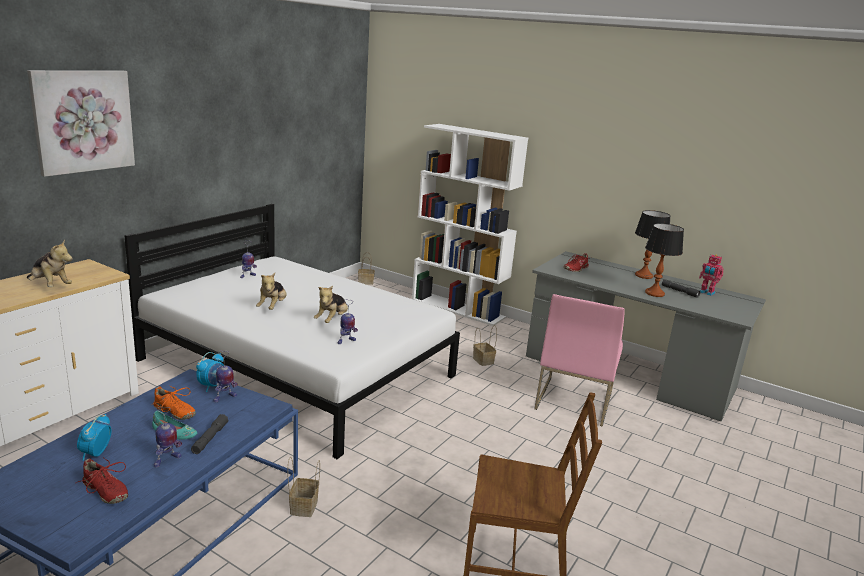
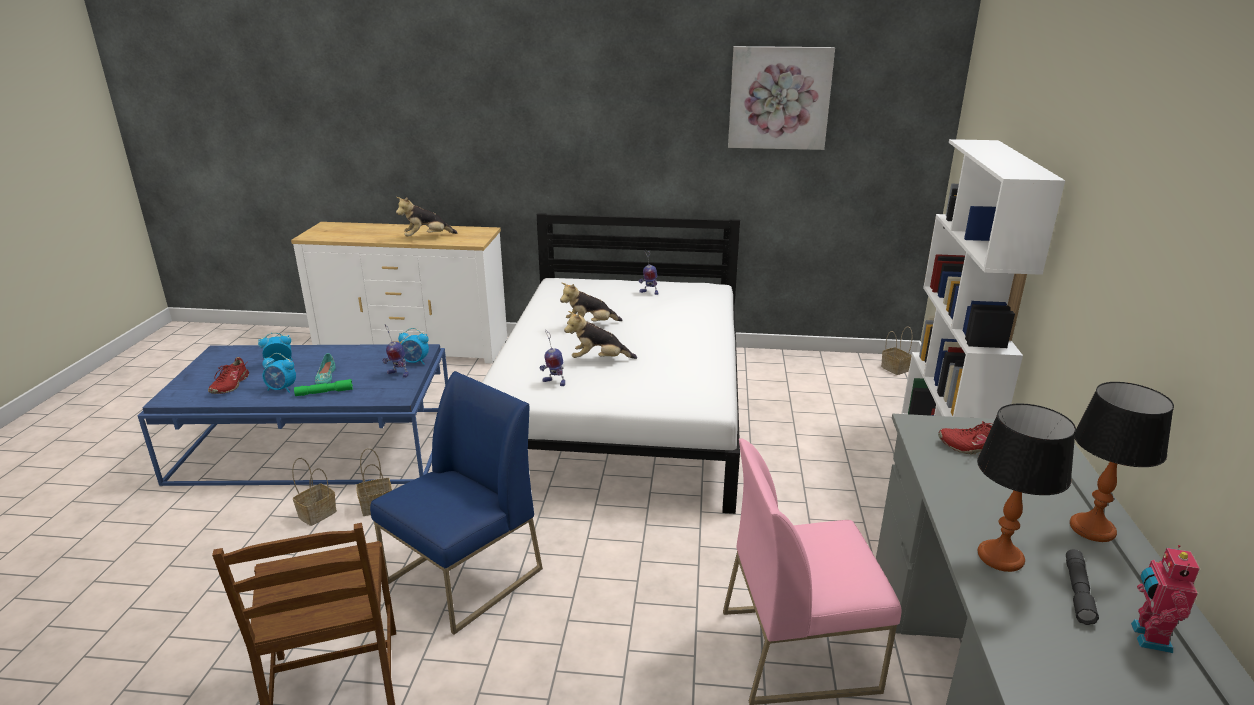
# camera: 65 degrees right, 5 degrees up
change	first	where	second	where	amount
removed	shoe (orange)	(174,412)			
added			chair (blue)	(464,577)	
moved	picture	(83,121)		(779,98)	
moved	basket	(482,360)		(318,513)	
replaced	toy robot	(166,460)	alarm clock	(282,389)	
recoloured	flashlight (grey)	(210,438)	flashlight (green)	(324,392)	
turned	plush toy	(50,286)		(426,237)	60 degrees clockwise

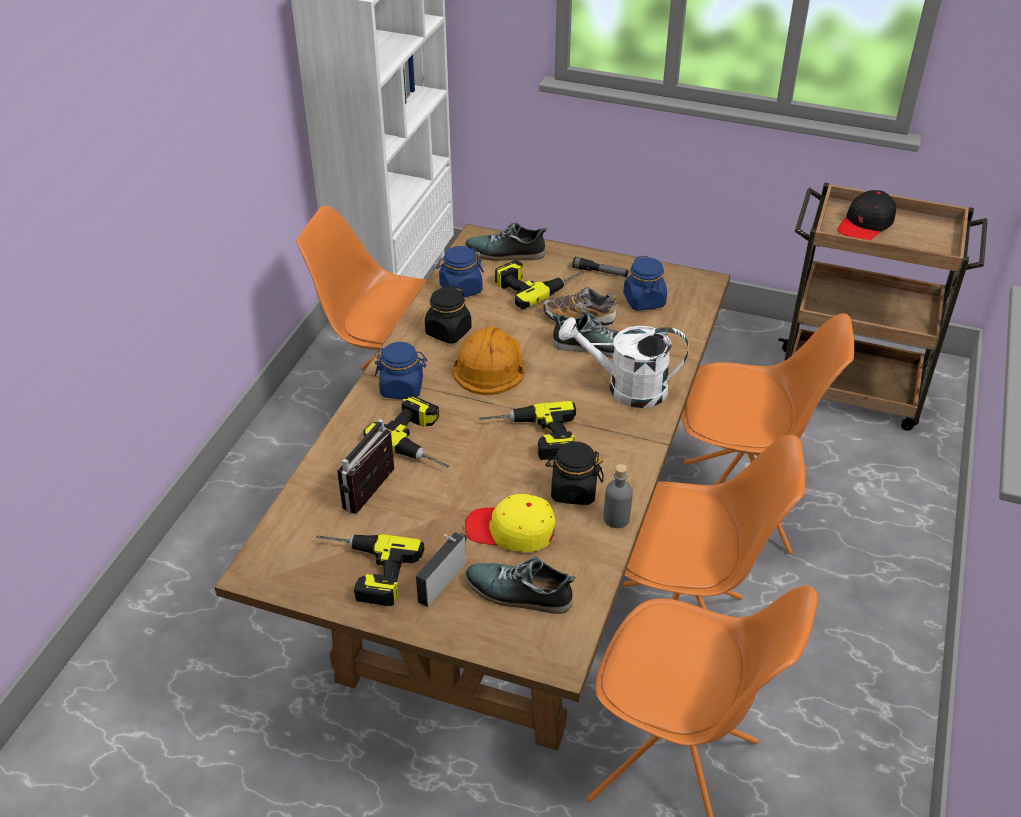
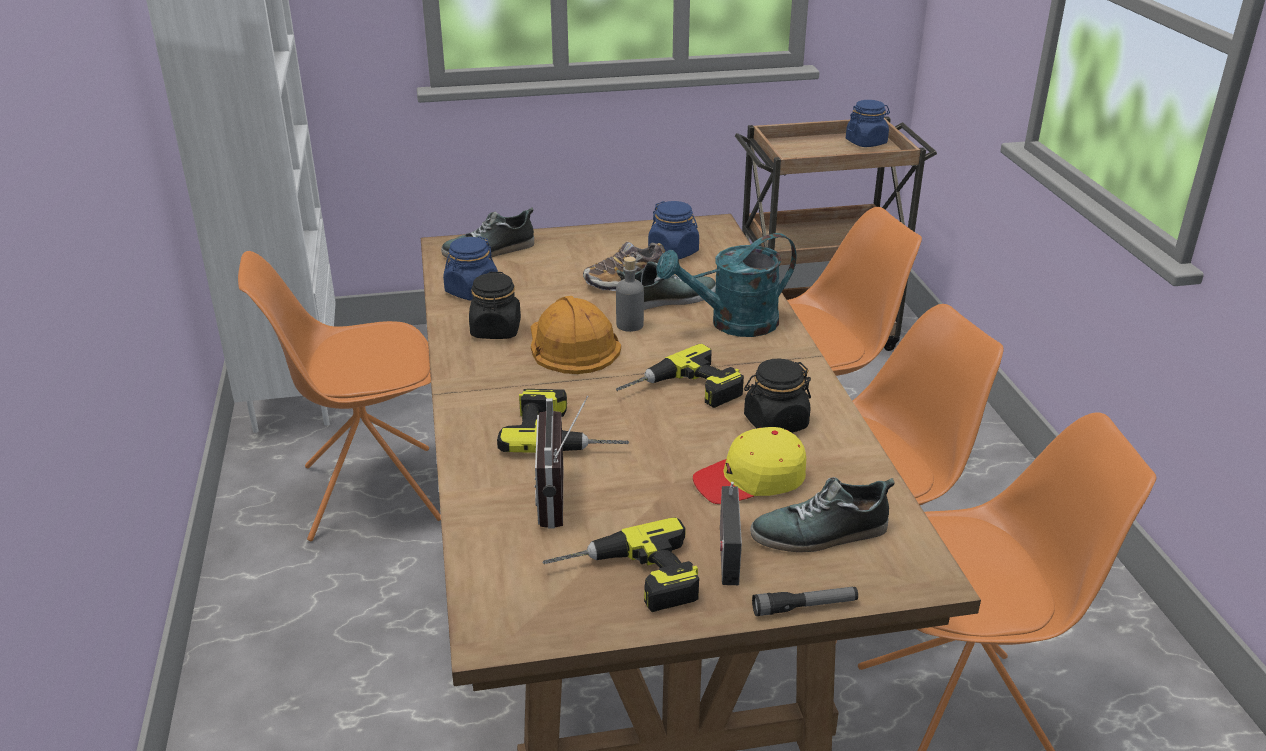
# camera: 30 degrees left, 10 degrees down
change	first	where	second	where	amount
removed	power drill	(537,284)			
removed	cap (black)	(865,225)			
moved	jar (blue)	(402,388)		(866,142)	
moved	flashlight	(600,272)		(804,607)	
moved	bottle (grey)	(616,518)		(629,325)	
recoloured	watering can (white)	(626,388)	watering can (turquoise)	(732,324)	

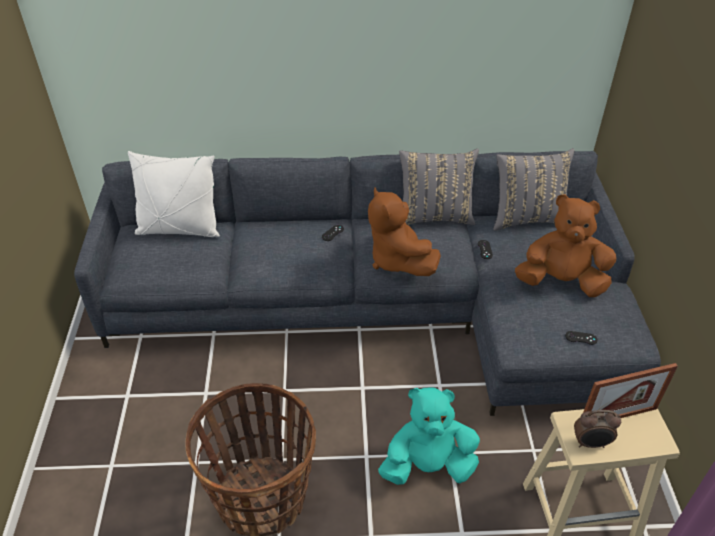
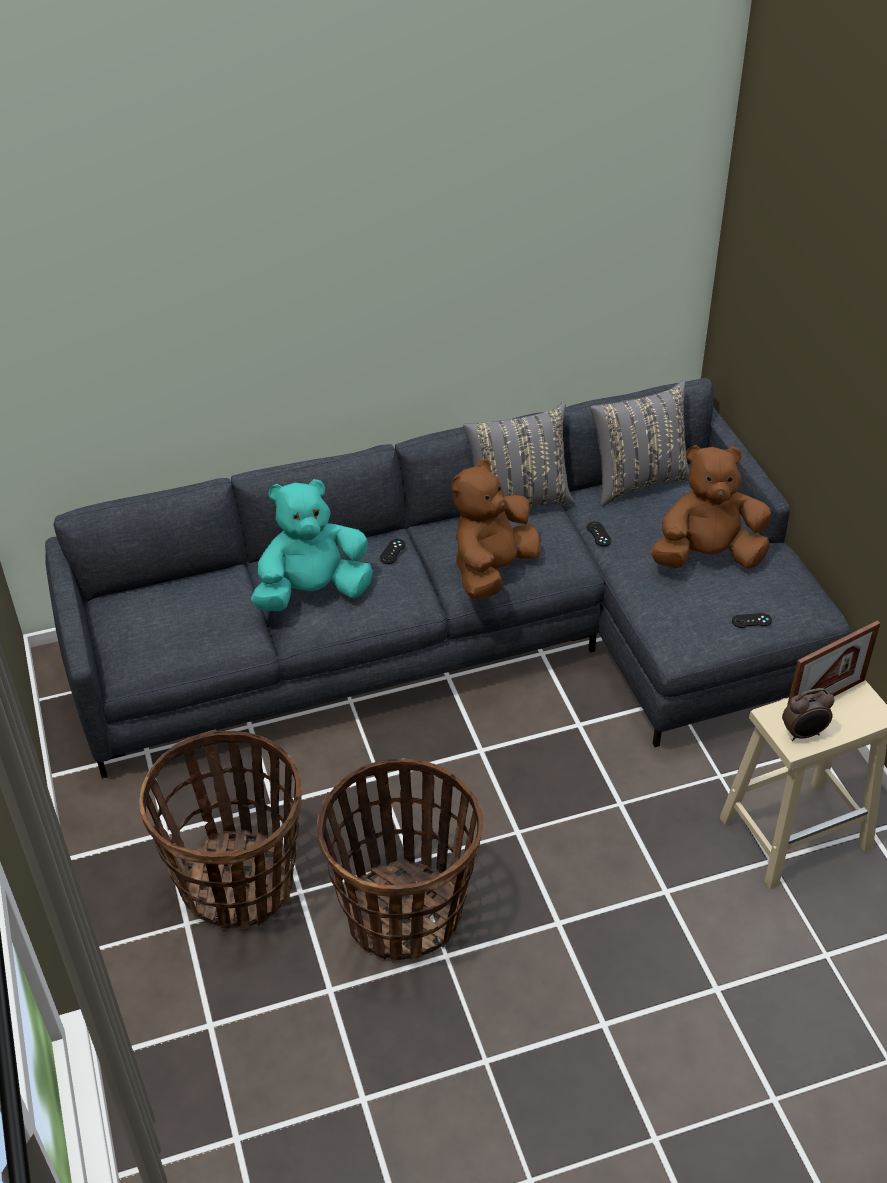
# camera: 15 degrees left, 0 degrees up
change	first	where	second	where	amount
removed	pillow (white)	(179,229)			
added			basket	(238,883)	
moved	plush toy (turquoise)	(428,465)		(313,592)	
turned	plush toy (brown)	(397,260)		(492,570)	75 degrees clockwise

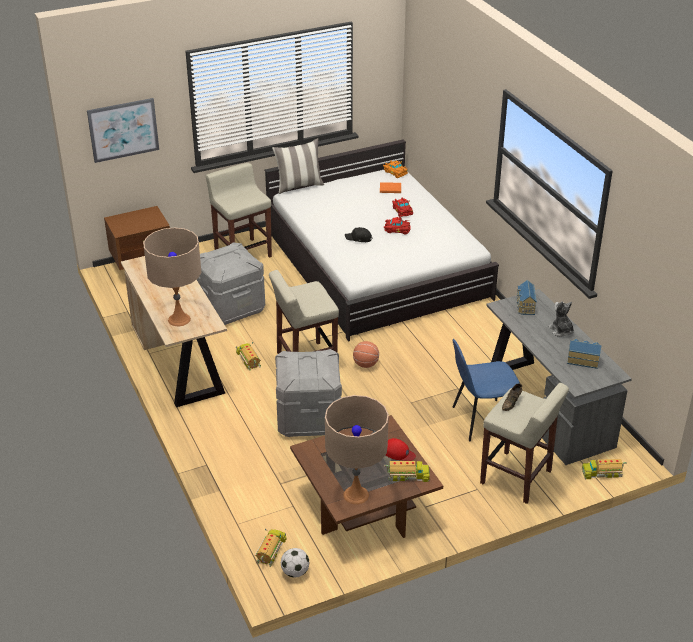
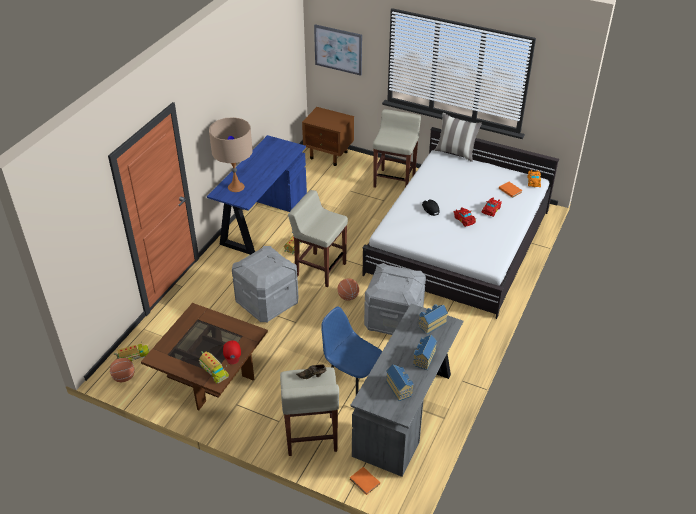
# camera: 50 degrees right, 5 degrees up
change	first	where	second	where	amount
removed	table lamp (beige)	(356,495)			
moved	storage box (grey)	(231,307)		(394,319)	
replaced	football	(295,572)	basketball	(124,377)	
replaced	plush toy	(561,330)	toy house	(423,358)	
replaced	toy truck	(602,472)	book (orange)	(365,482)	
recoloured	desk (beige)	(178,360)	desk (blue)	(262,219)	

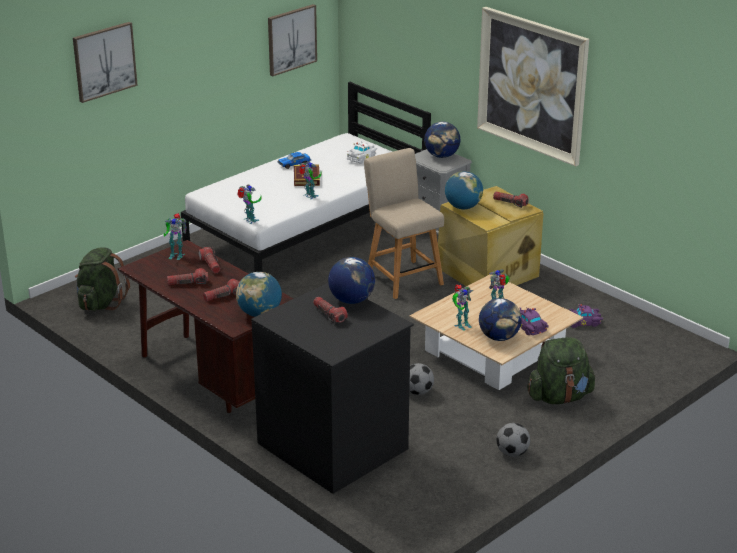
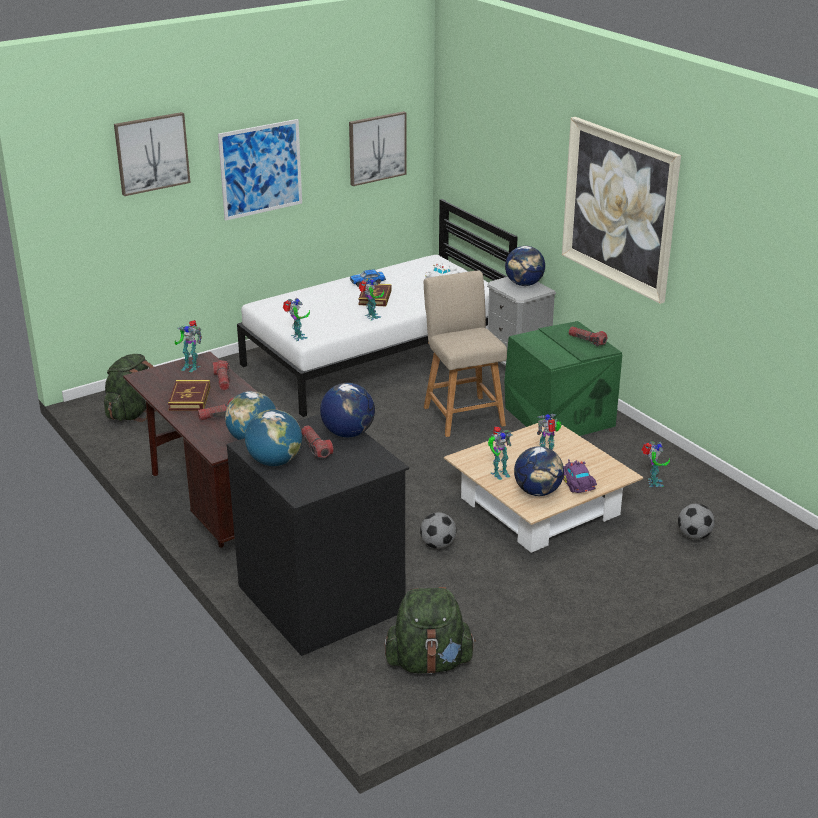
# camera: 10 degrees right, 0 degrees up
change	first	where	second	where	amount
added			picture	(261,169)	
moved	globe	(463,207)		(274,462)	
moved	football	(512,453)		(694,536)	
moved	backpack (green)	(559,397)		(429,662)	
replaced	flashlight	(188,283)	book	(189,398)	
replaced	toy car (purple)	(584,322)	toy robot	(653,483)	
recoloured	storage box (beige)	(488,273)	storage box (green)	(559,417)	

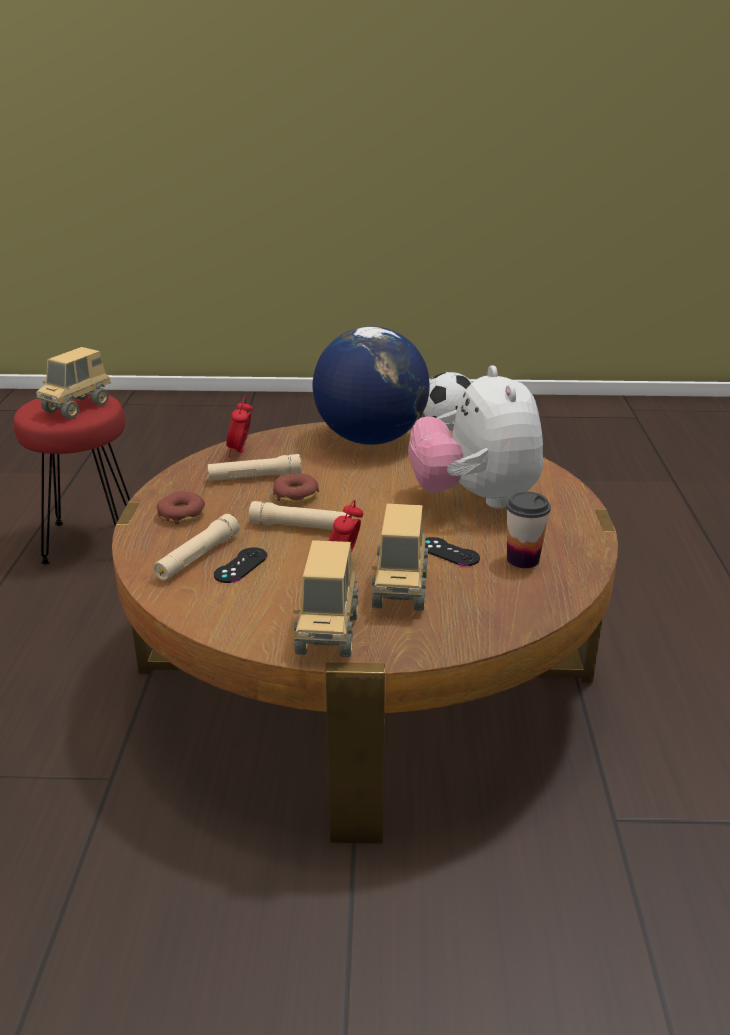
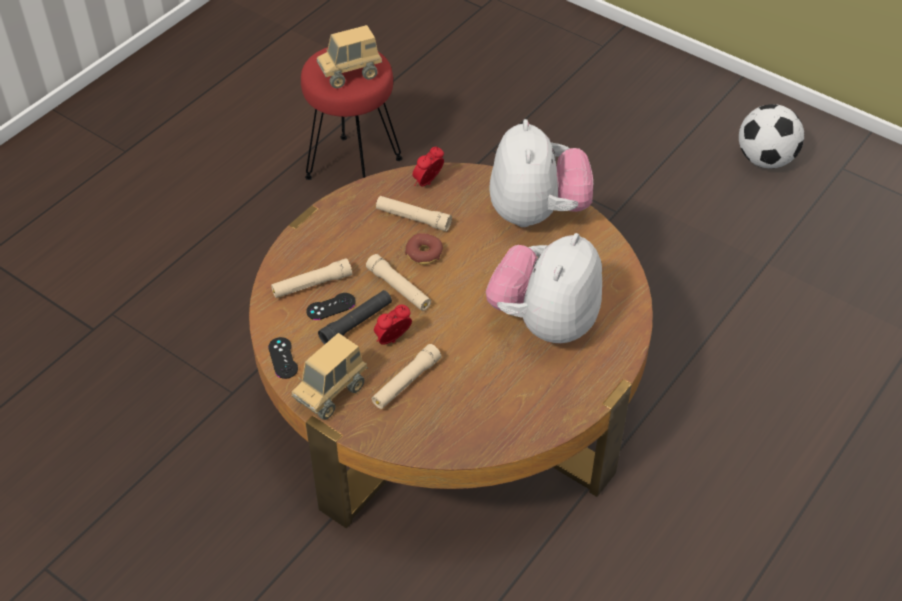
# camera: 35 degrees right, 20 degrees up
change	first	where	second	where	amount
removed	donut	(182,514)			
removed	cup	(523,559)			
added			flashlight (black)	(356,323)	
moved	game controller (black)	(449,552)		(283,358)	
replaced	globe	(370,439)	plush toy	(537,213)	
replaced	toy truck	(400,590)	flashlight (beige)	(406,382)	

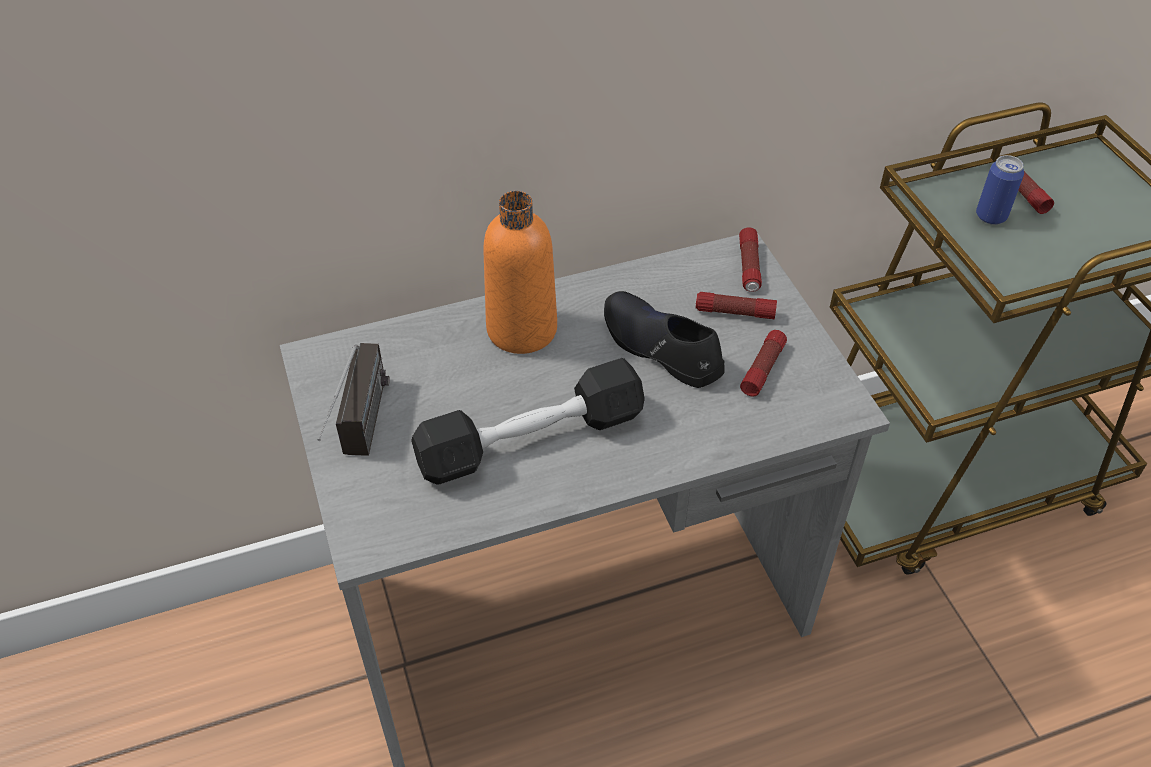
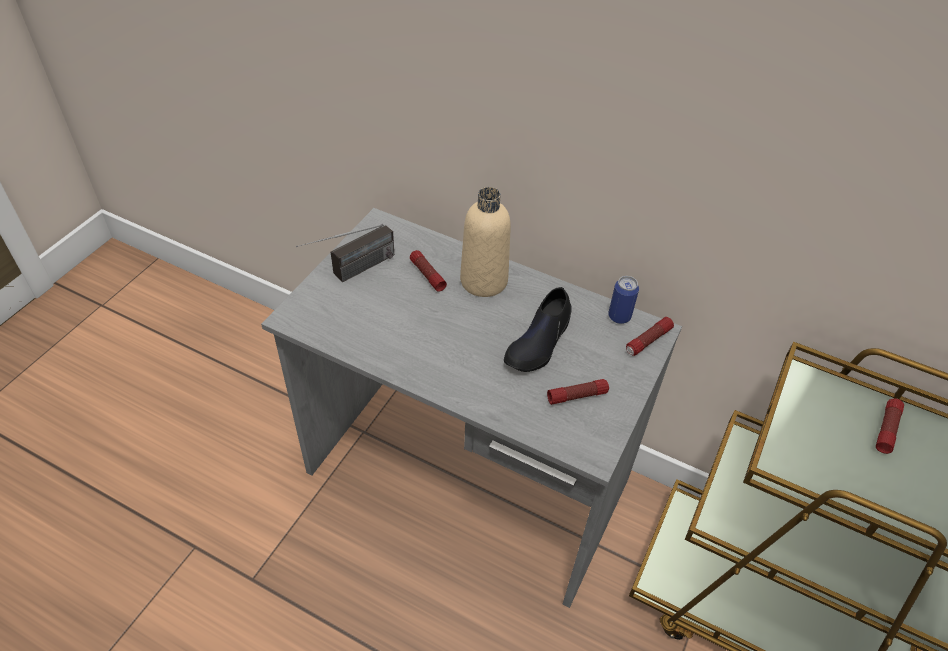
# camera: 45 degrees right, 0 degrees up
change	first	where	second	where	amount
removed	dumbbell (black)	(531,440)			
moved	flashlight	(735,312)		(427,275)	
moved	can	(991,216)		(619,316)	
recoloured	bottle (orange)	(522,329)	bottle (beige)	(484,281)	
turned	shoe (black)	(660,347)		(538,342)	150 degrees counterclockwise

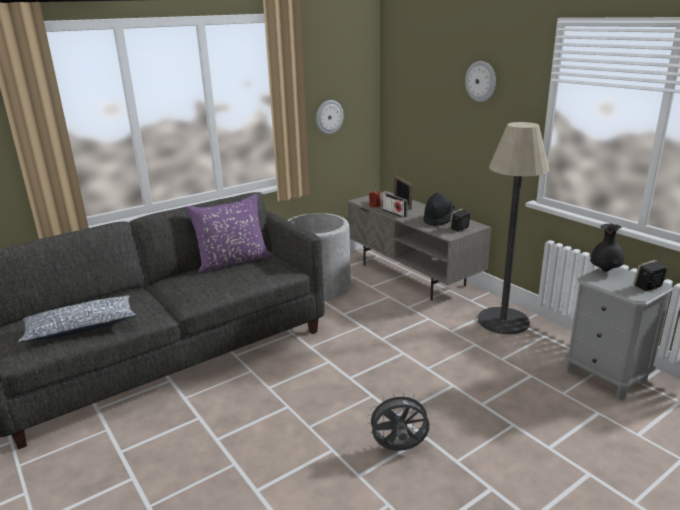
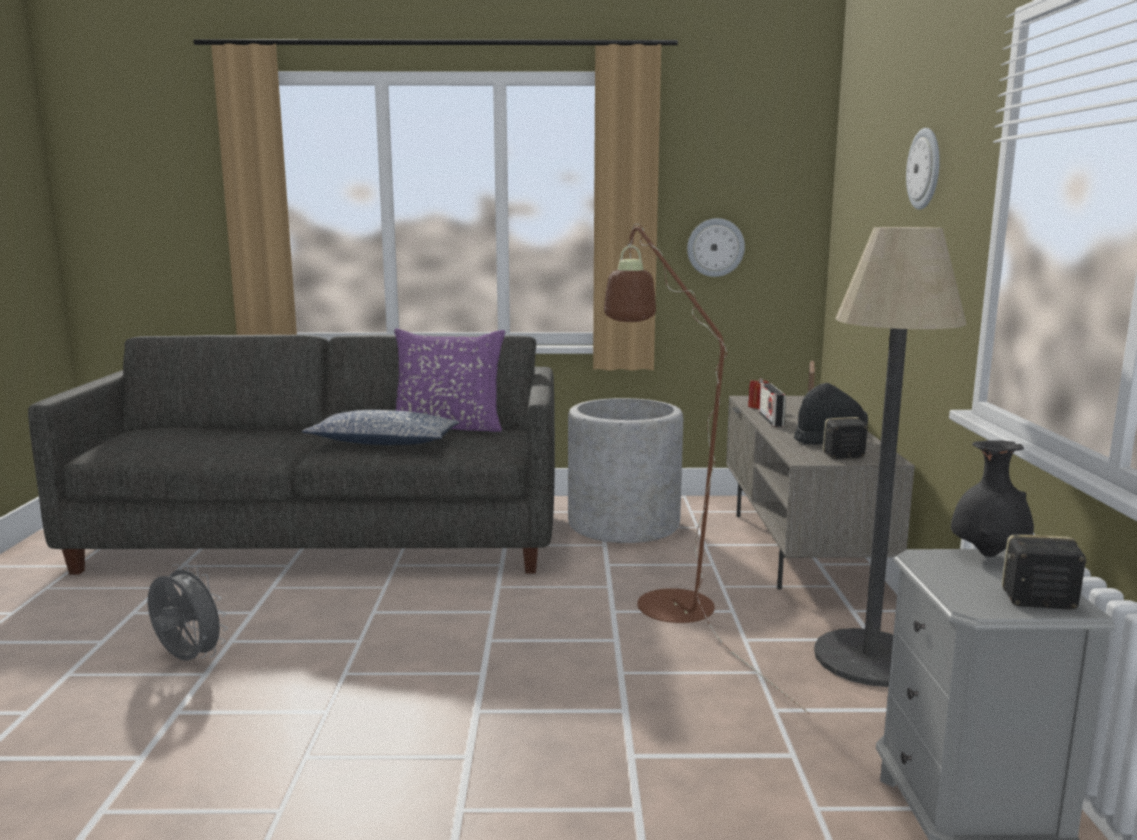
# camera: 35 degrees right, 10 degrees down
change	first	where	second	where	amount
added			floor lamp (brown)	(664,597)	
moved	pillow	(81,327)		(384,442)	
moved	fan (grey)	(399,449)		(187,660)	

